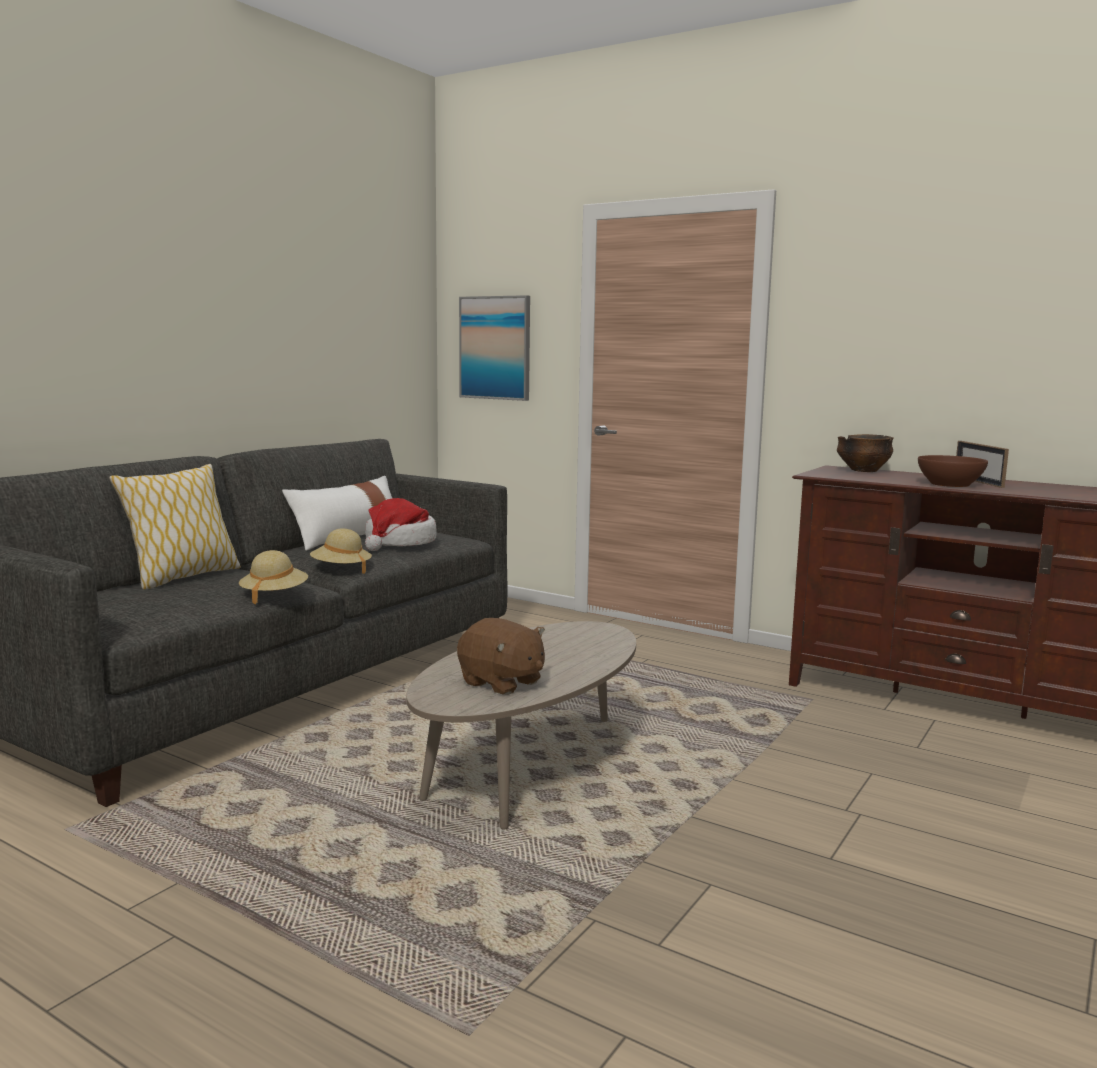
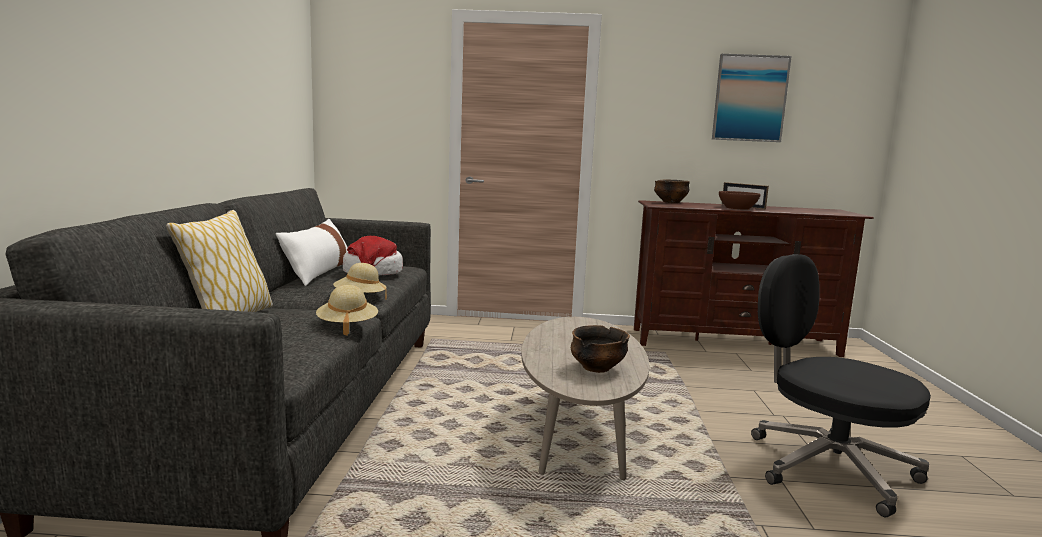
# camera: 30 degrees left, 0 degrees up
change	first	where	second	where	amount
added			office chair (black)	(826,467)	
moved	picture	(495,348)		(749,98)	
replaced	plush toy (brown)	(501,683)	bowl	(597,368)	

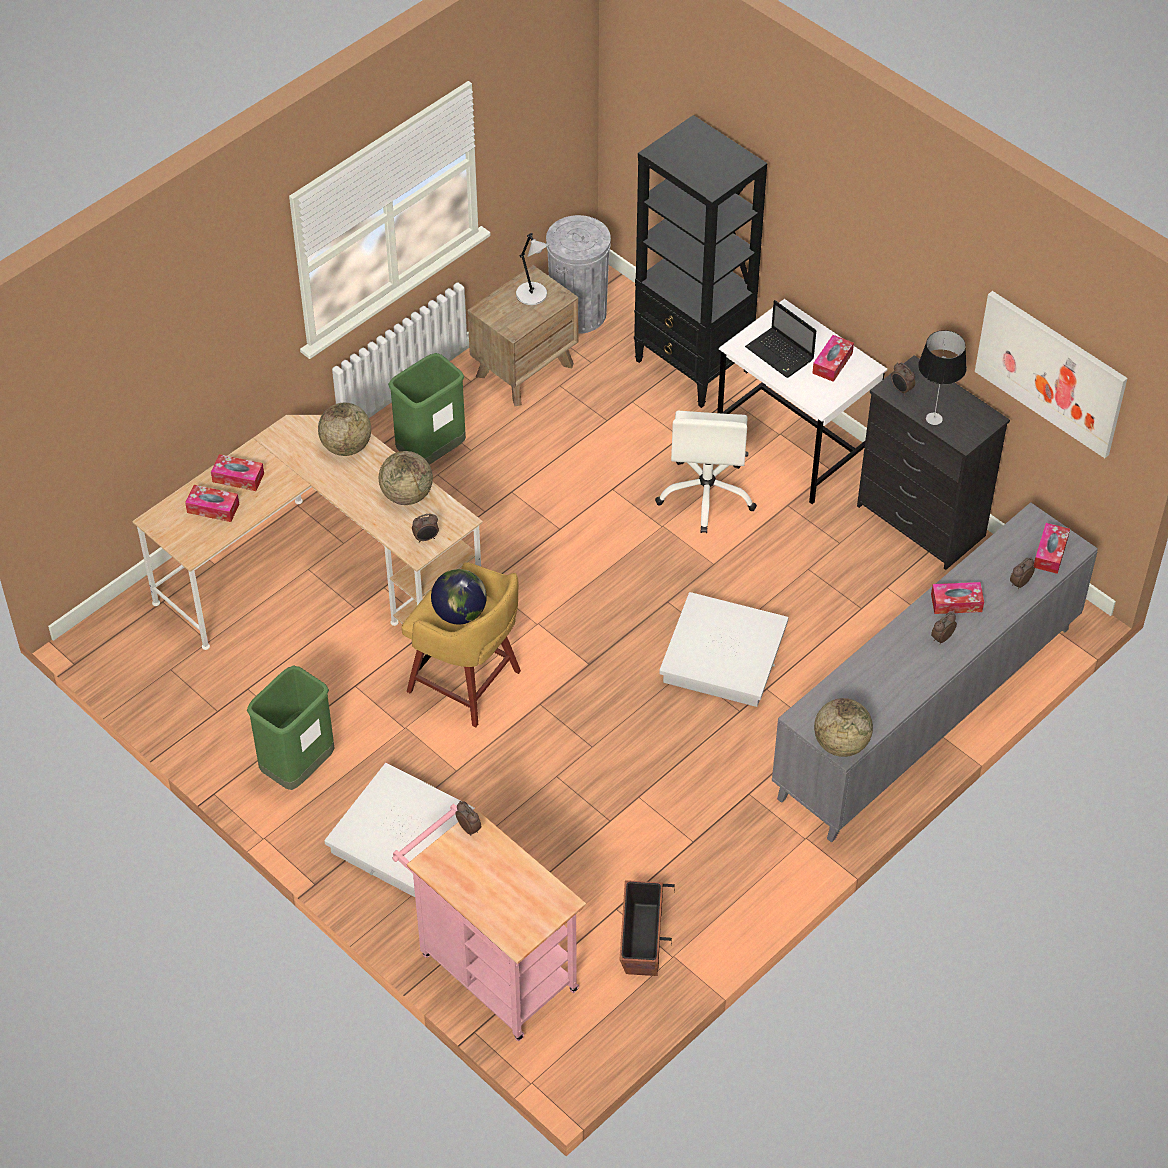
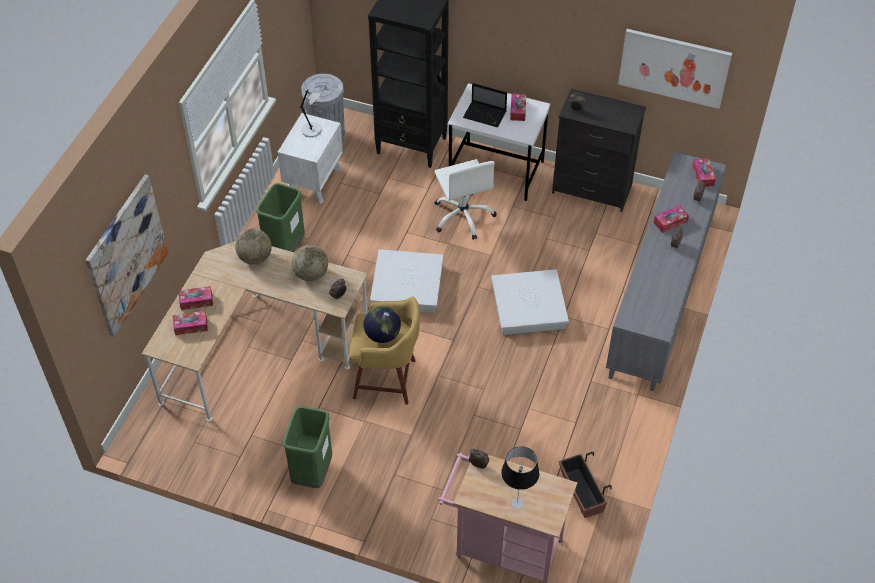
# camera: 25 degrees left, 0 degrees up
change	first	where	second	where	amount
removed	globe	(841,744)			
added			picture	(126,255)	
moved	storage box (white)	(401,837)		(407,286)	
moved	table lamp	(934,419)		(517,503)	
recoloured	nightstand (brown)	(525,369)	nightstand (white)	(313,180)	

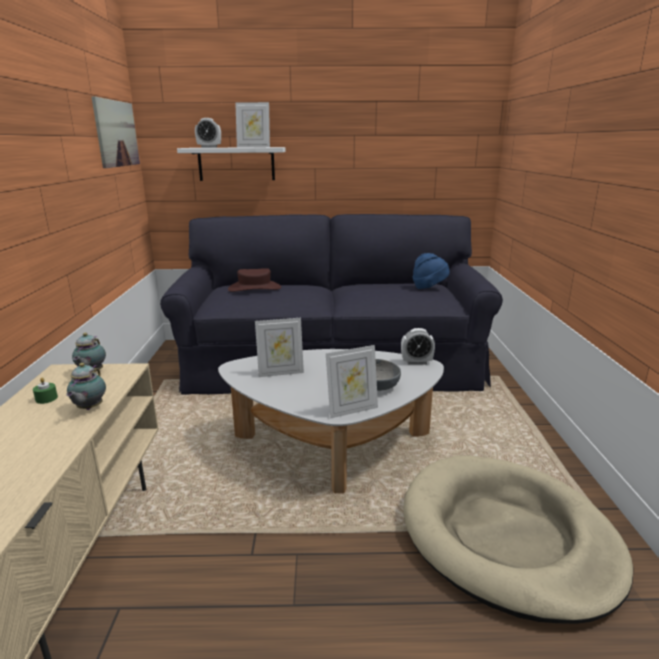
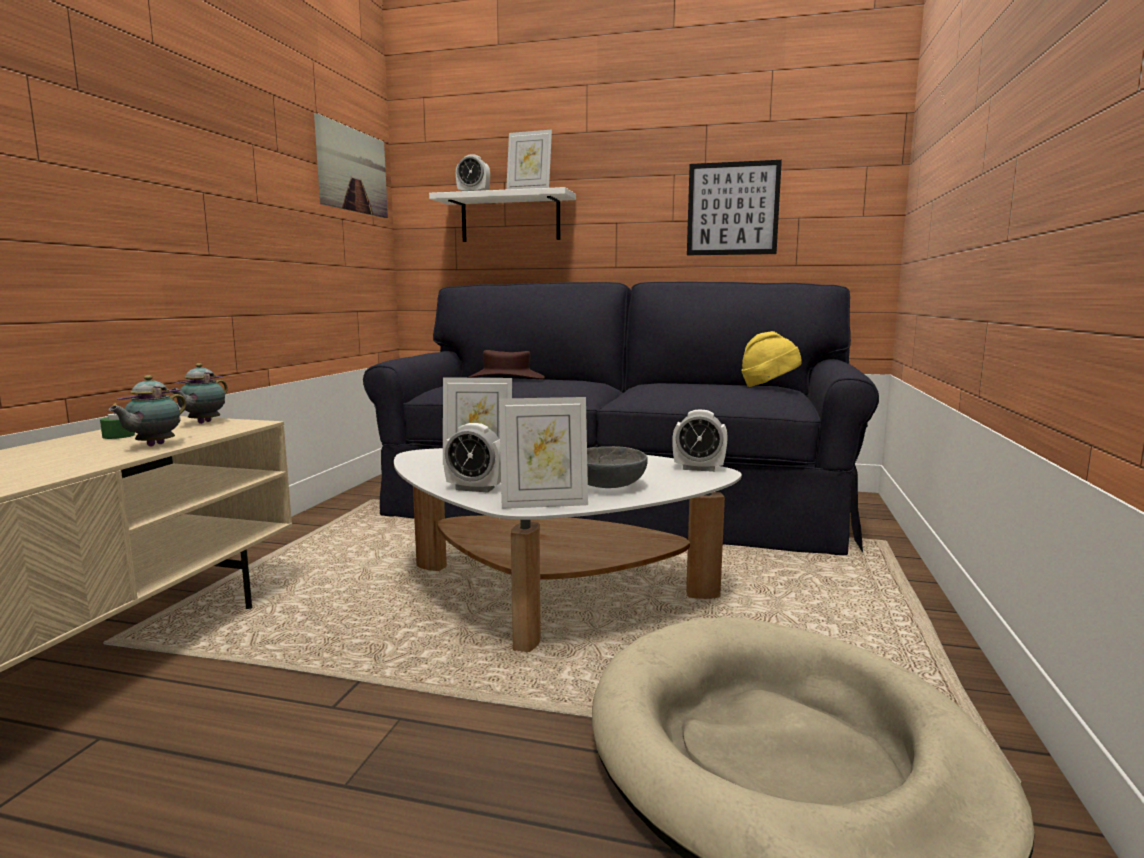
# camera: 15 degrees right, 10 degrees down
change	first	where	second	where	amount
added			alarm clock	(475,488)	
added			picture	(732,209)	
recoloured	hat (blue)	(429,287)	hat (yellow)	(769,387)	

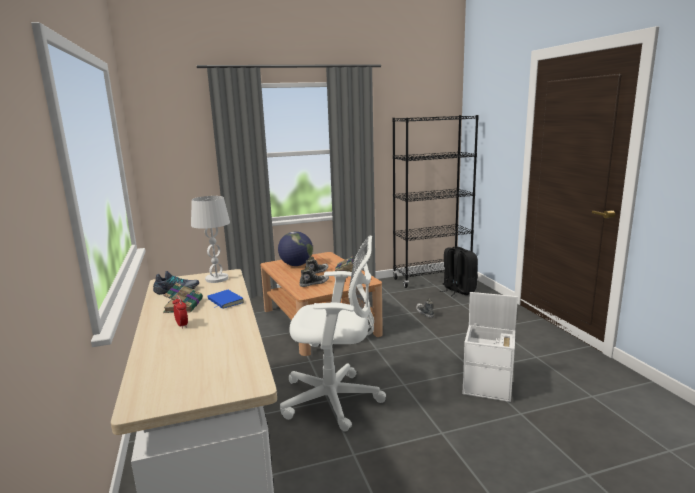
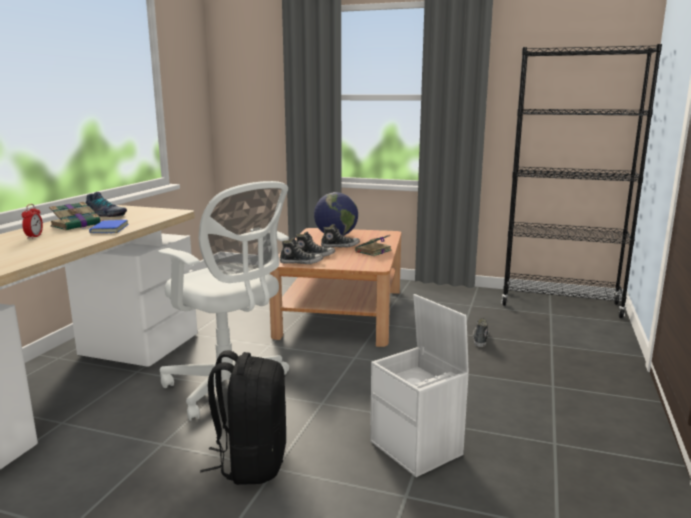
# camera: 35 degrees right, 0 degrees up
change	first	where	second	where	amount
removed	table lamp (white)	(217,279)			
added			shoe	(301,262)	
moved	backpack (black)	(458,291)		(251,462)	

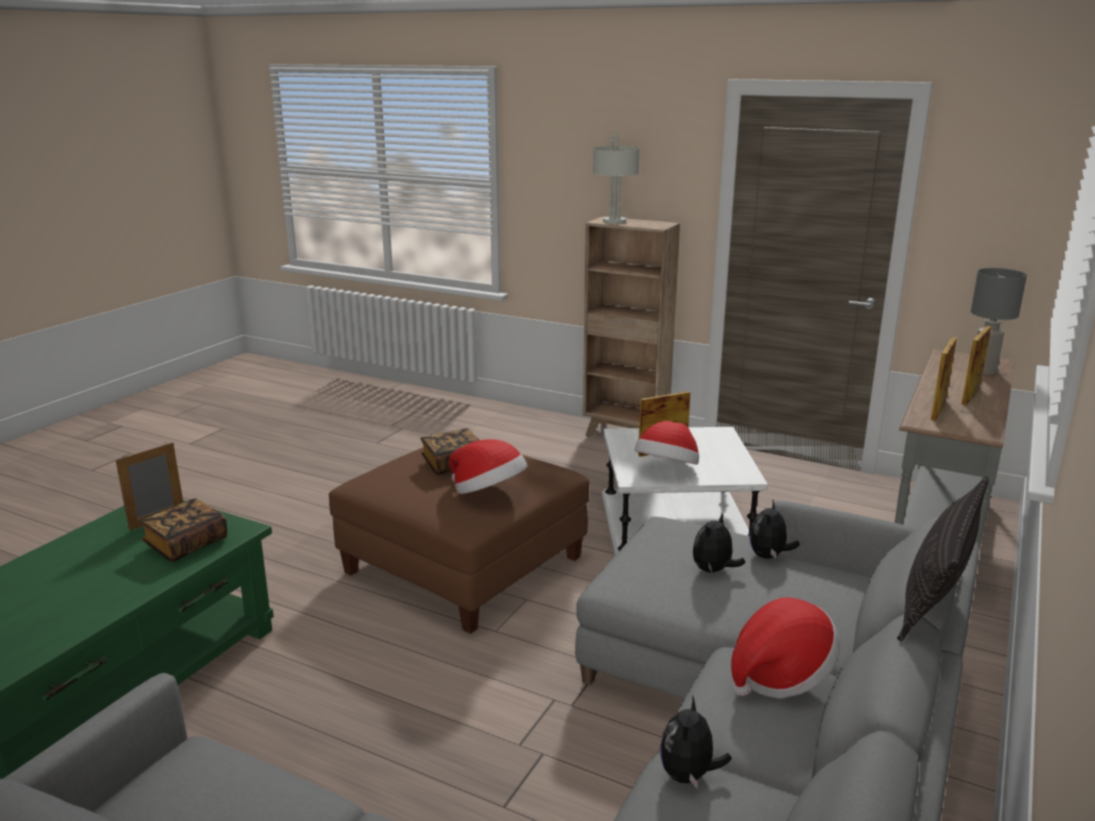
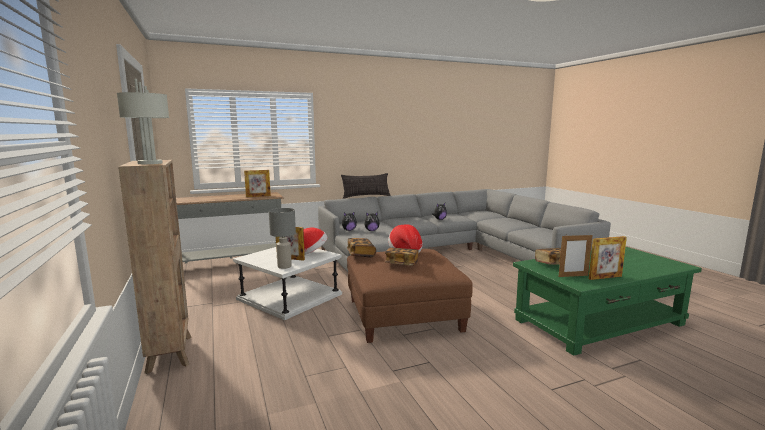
# camera: 140 degrees left, 10 degrees down
change	first	where	second	where	amount
removed	hat	(780,674)			
added			book	(361,254)	
moved	picture frame	(970,395)		(605,277)	
moved	table lamp (grey)	(984,371)		(284,266)	

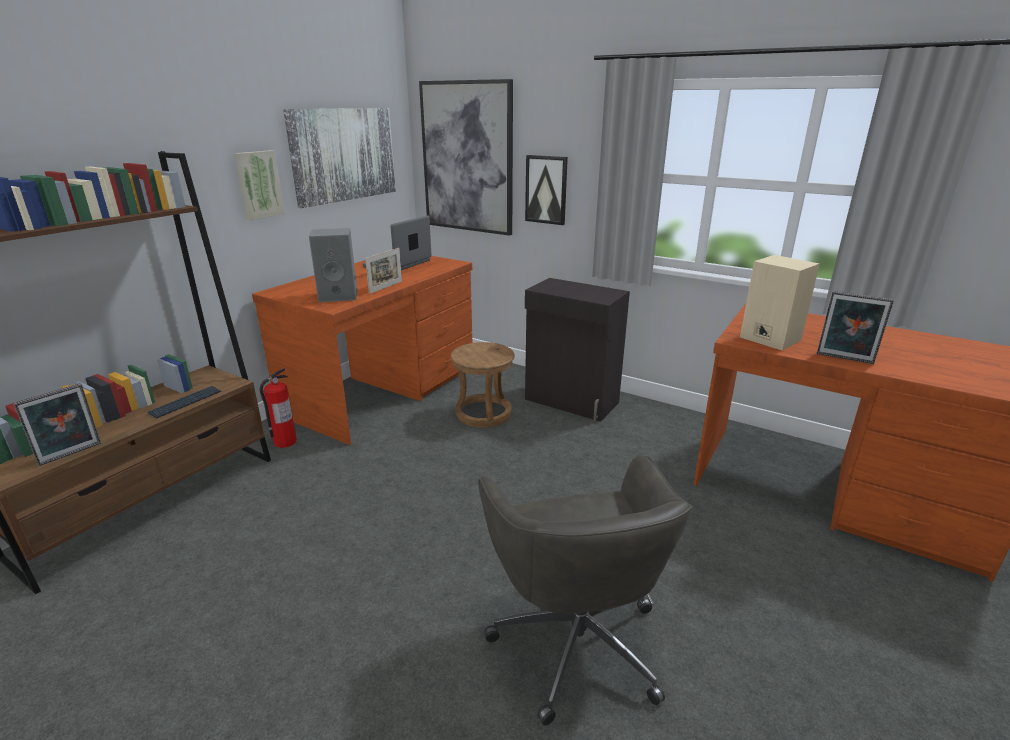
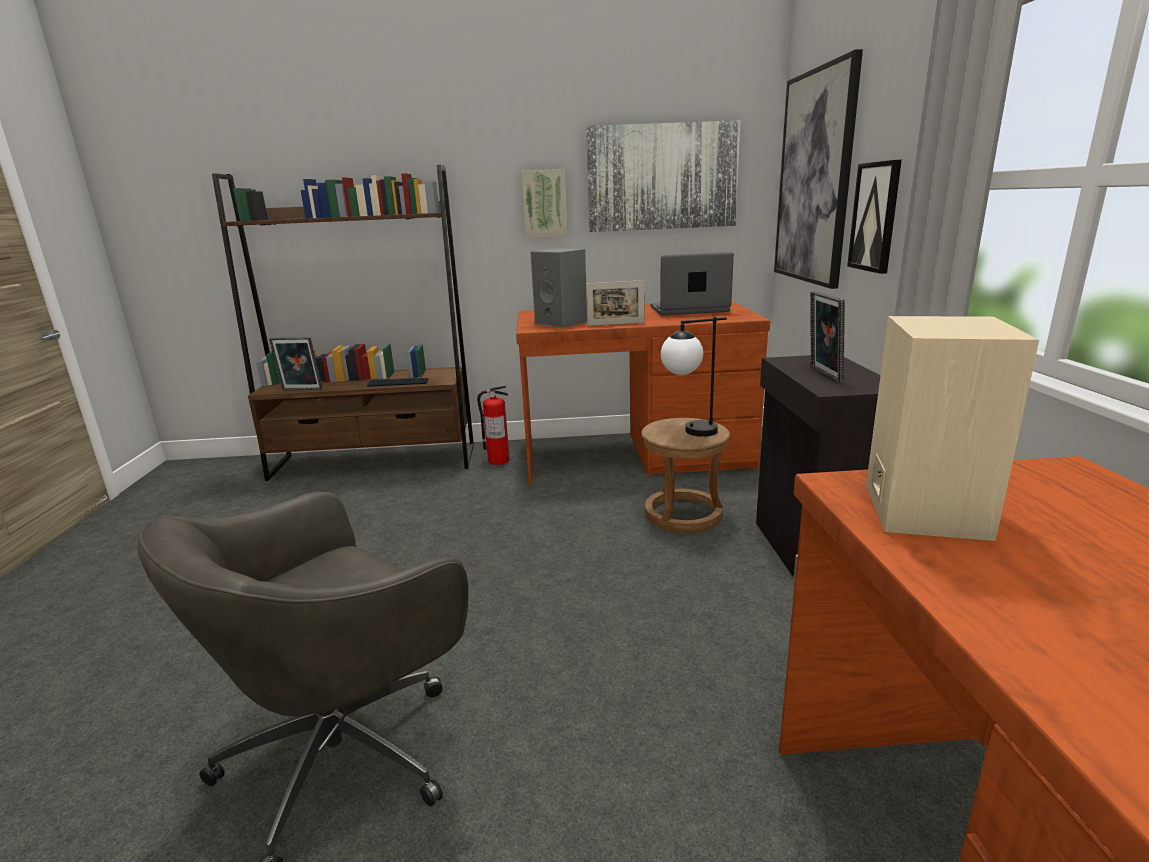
# camera: 55 degrees right, 5 degrees down
change	first	where	second	where	amount
added			table lamp	(689,432)	
moved	picture frame	(844,359)		(822,374)	

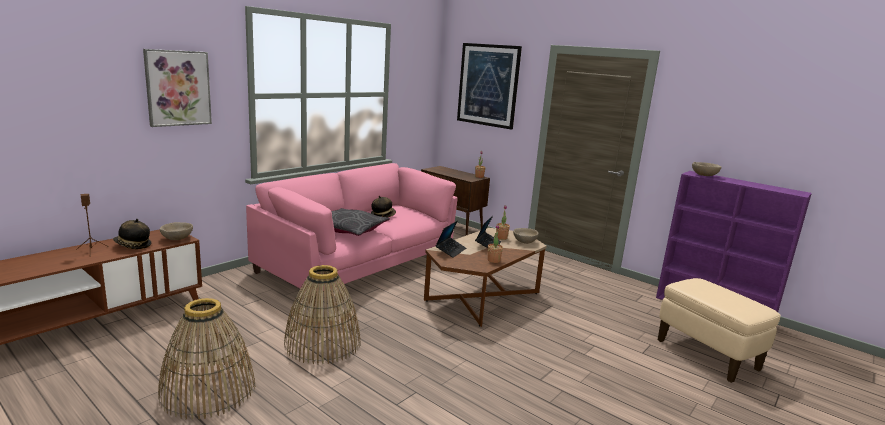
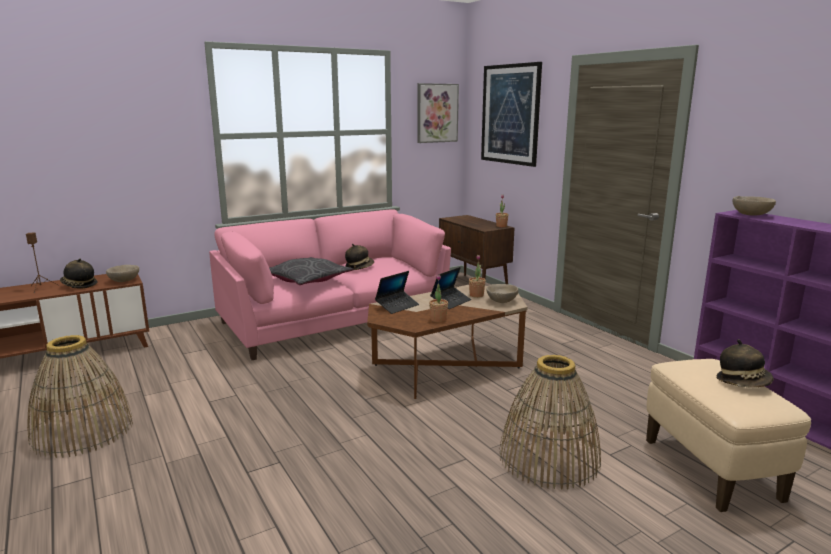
# camera: 20 degrees right, 0 degrees up
change	first	where	second	where	amount
added			hat	(743,382)	
moved	picture	(178,88)		(437,113)	
moved	basket	(323,343)		(549,458)	

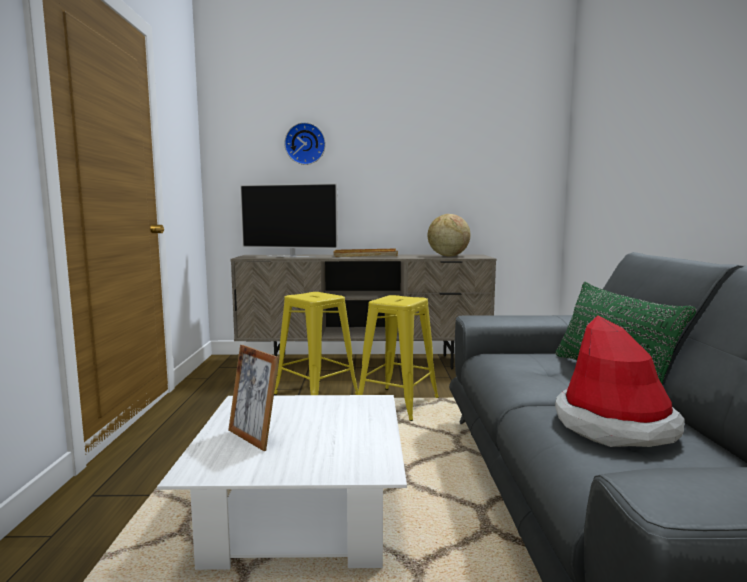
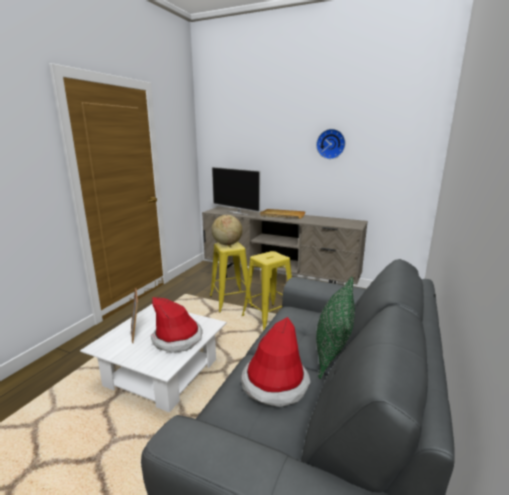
# camera: 25 degrees right, 10 degrees up
change	first	where	second	where	amount
added			hat	(177,339)	
moved	wall clock	(305,144)		(331,144)	
moved	globe	(448,256)		(227,244)	

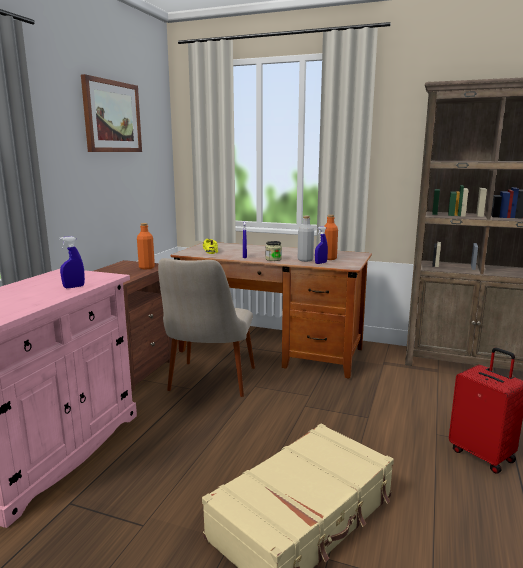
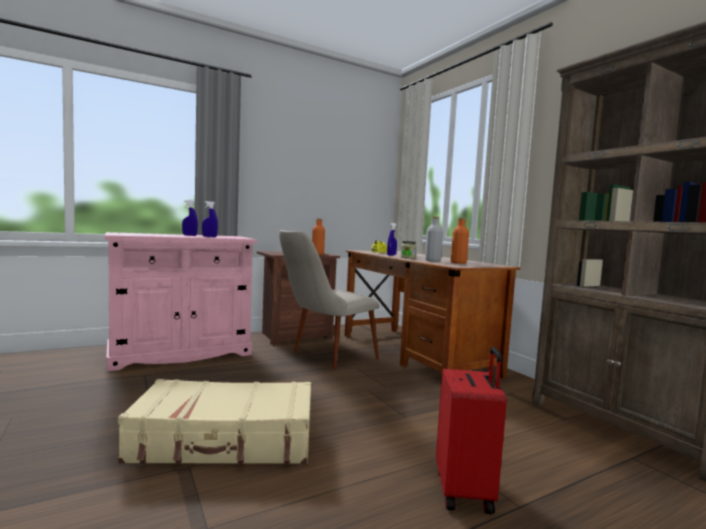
# camera: 40 degrees right, 10 degrees down
change	first	where	second	where	amount
removed	picture	(112,117)			
moved	spray bottle (blue)	(320,263)		(189,235)	

